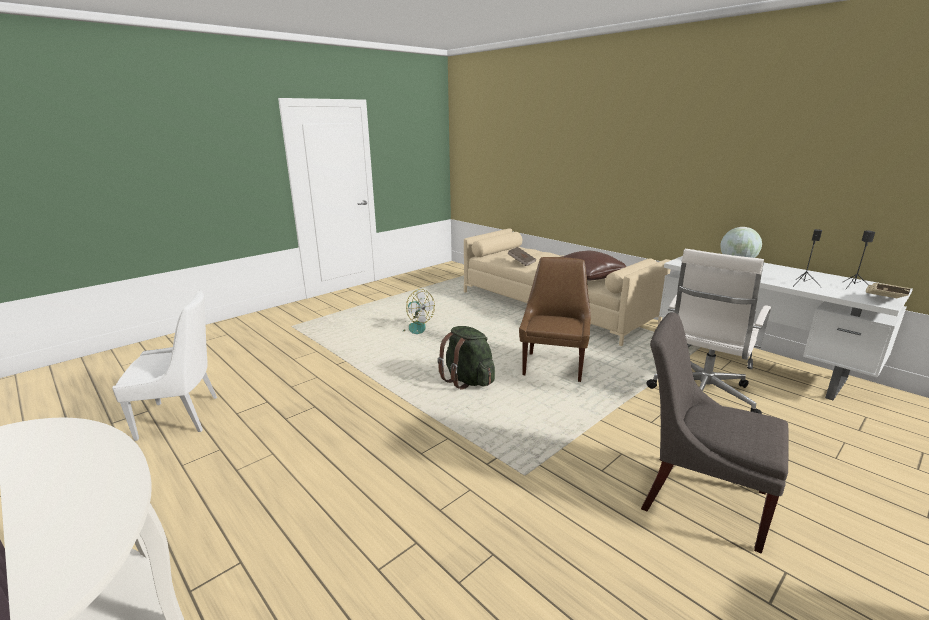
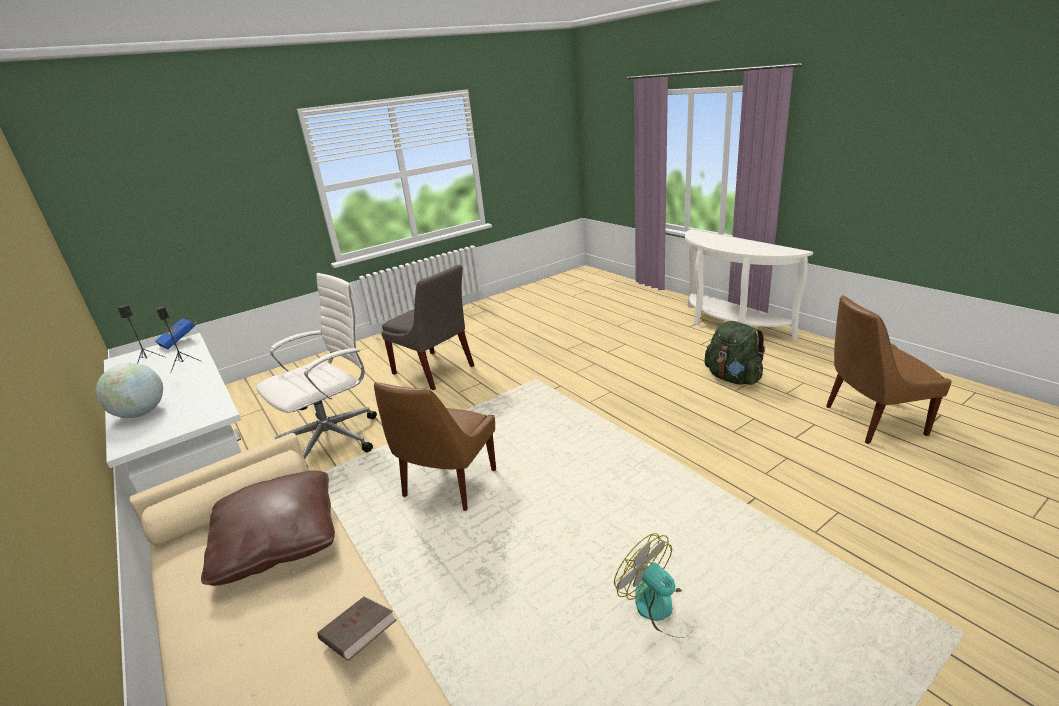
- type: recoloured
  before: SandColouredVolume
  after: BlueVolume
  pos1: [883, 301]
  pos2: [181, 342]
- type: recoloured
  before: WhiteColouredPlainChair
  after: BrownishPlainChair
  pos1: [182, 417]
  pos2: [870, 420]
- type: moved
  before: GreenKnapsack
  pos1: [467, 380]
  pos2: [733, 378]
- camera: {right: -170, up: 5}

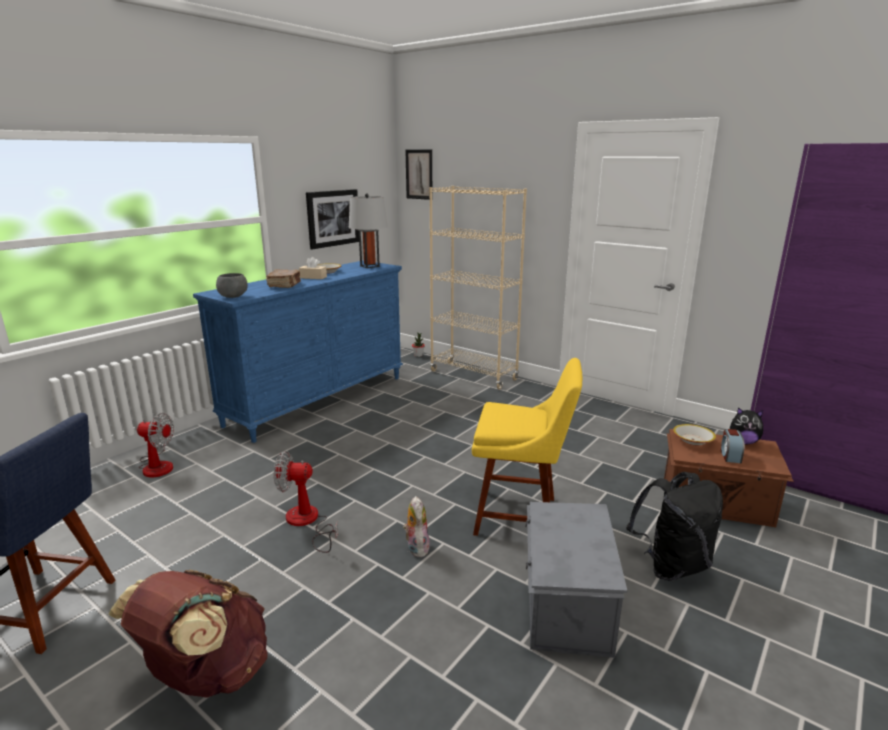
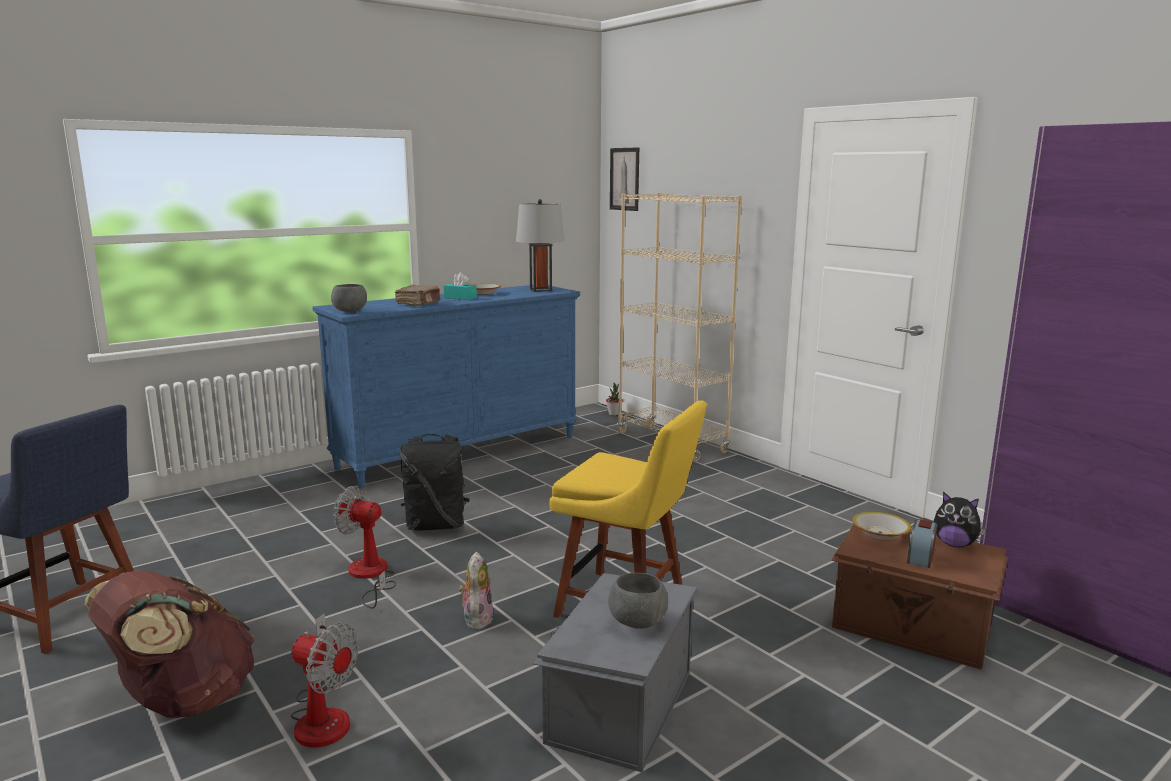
- type: removed
  before: Picture
  pos1: [333, 218]
- type: recoloured
  before: SandColouredTissueBox
  after: TurquoiseTissueBox
  pos1: [313, 277]
  pos2: [460, 298]
- type: moved
  before: CoolingFan
  pos1: [157, 465]
  pos2: [323, 715]
- type: moved
  before: BlackKnapsack
  pos1: [671, 565]
  pos2: [436, 525]
- type: added
  after: GreyishBowl
  pos2: [637, 623]
- camera: {right: 15, up: -5}

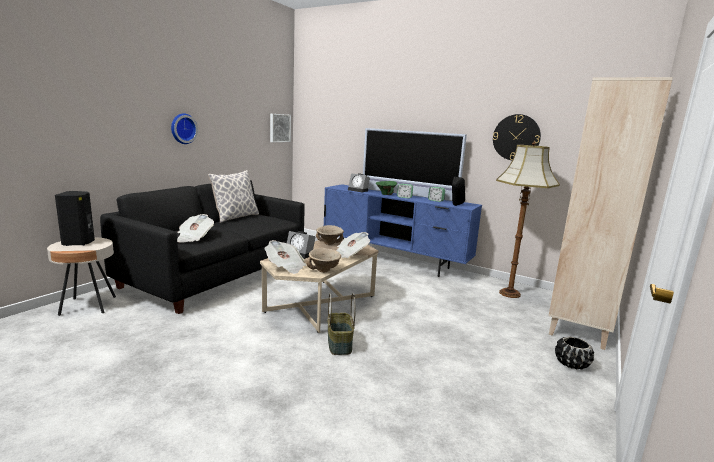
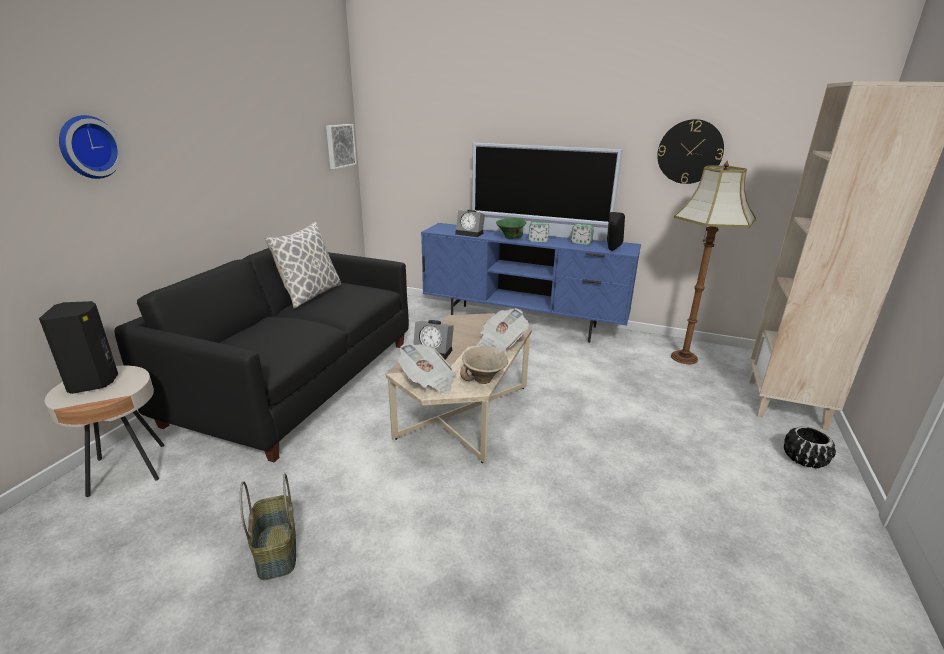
- type: moved
  before: WallClock
  pos1: [182, 128]
  pos2: [88, 147]
- type: removed
  before: PrintedPaper
  pos1: [194, 238]
- type: removed
  before: SandColouredBowl
  pos1: [329, 243]
- type: moved
  before: Basket
  pos1: [339, 344]
  pos2: [275, 550]
- camera: {right: -10, up: 10}

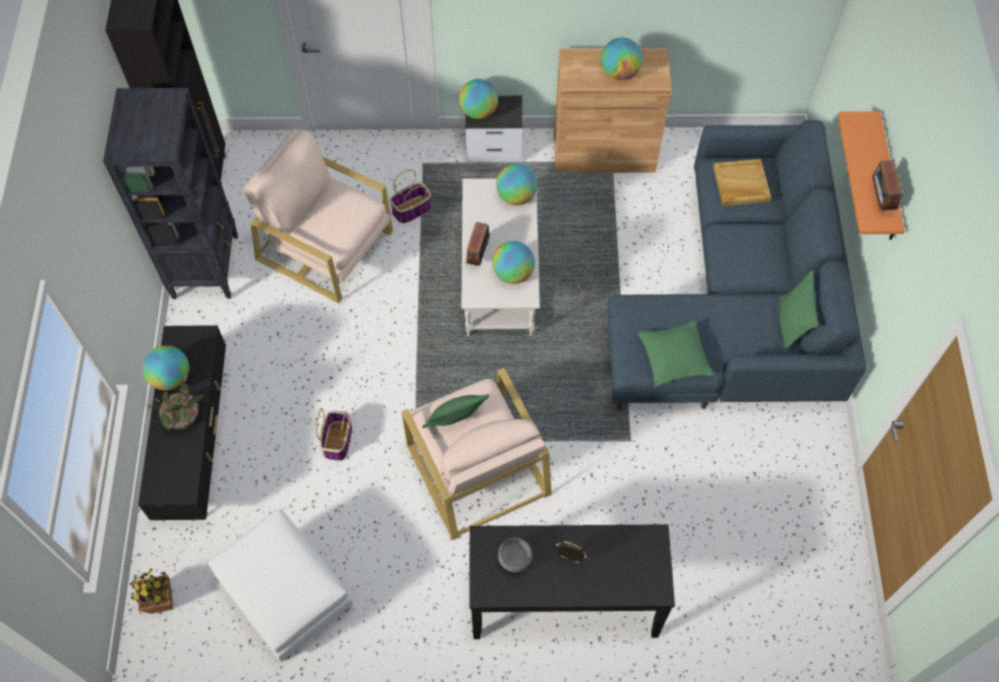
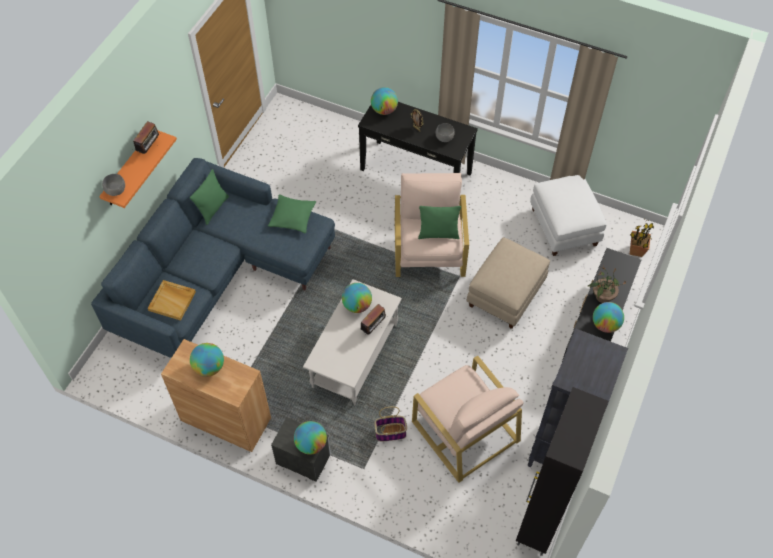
- type: moved
  before: Globe
  pos1: [516, 196]
  pos2: [384, 110]
- type: replaced
  before: Basket
  after: SandColouredOttoman
  pos1: [337, 440]
  pos2: [506, 295]
- type: added
  after: GreyishBowl
  pos2: [116, 190]
- camera: {right: -155, up: -5}

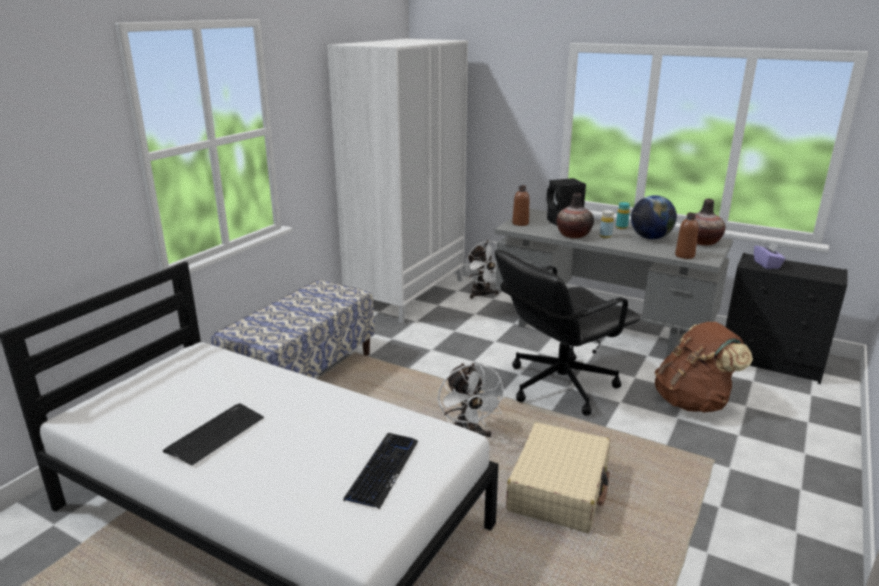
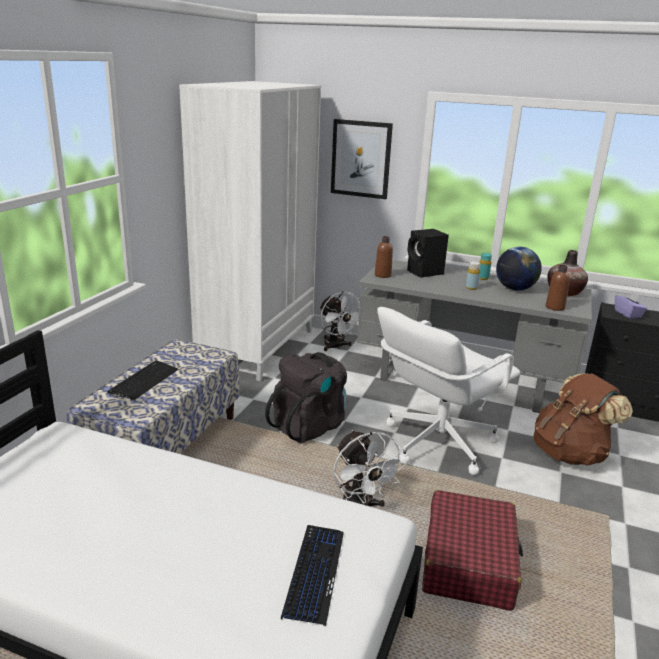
- type: removed
  before: DecorativeVase
  pos1: [573, 235]
- type: recoloured
  before: BlackOfficeChair
  after: WhiteColouredOfficeChair
  pos1: [559, 385]
  pos2: [437, 442]
- type: moved
  before: PcKeyboard
  pos1: [215, 434]
  pos2: [144, 381]
- type: recoloured
  before: SandColouredPieceOfLuggage
  after: RedColouredPieceOfLuggage
  pos1: [559, 489]
  pos2: [469, 561]
- type: added
  after: Picture
  pos2: [361, 159]
- type: added
  after: BlackKnapsack
  pos2: [309, 426]
- camera: {right: -10, up: 0}

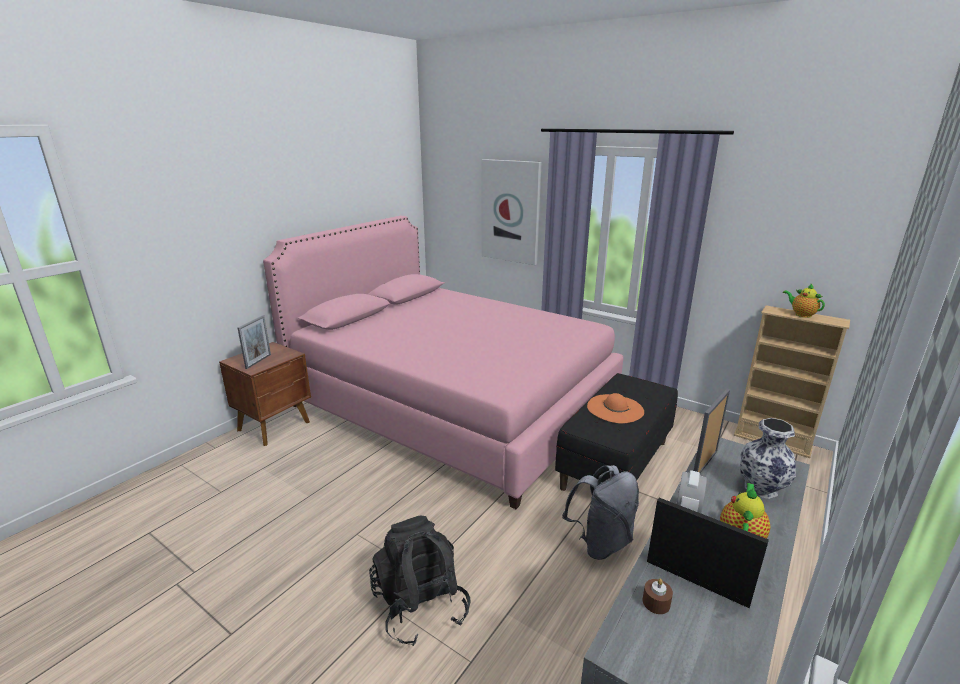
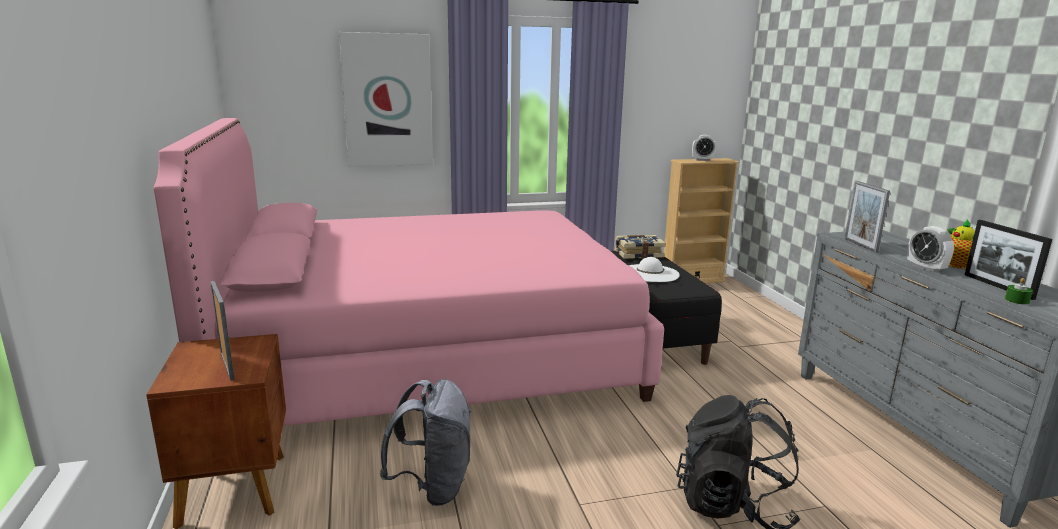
- type: replaced
  before: PotForTea
  after: BedsideClock
  pos1: [801, 314]
  pos2: [702, 160]
- type: recoloured
  before: OrangeyHat
  after: WhiteColouredHat
  pos1: [615, 408]
  pos2: [649, 273]
- type: removed
  before: DecorativeVase
  pos1: [761, 487]
- type: moved
  before: GreyishKnapsack
  pos1: [600, 543]
  pos2: [433, 487]
- type: turned
  before: PhotoFrame
  pos1: [696, 582]
  pos2: [998, 286]
  turn: -90
- type: recoloured
  before: BrownishCandle
  after: GreenCandle
  pos1: [656, 602]
  pos2: [1016, 300]
- type: added
  after: Volume
  pos2: [638, 254]
- camera: {right: -50, up: -5}

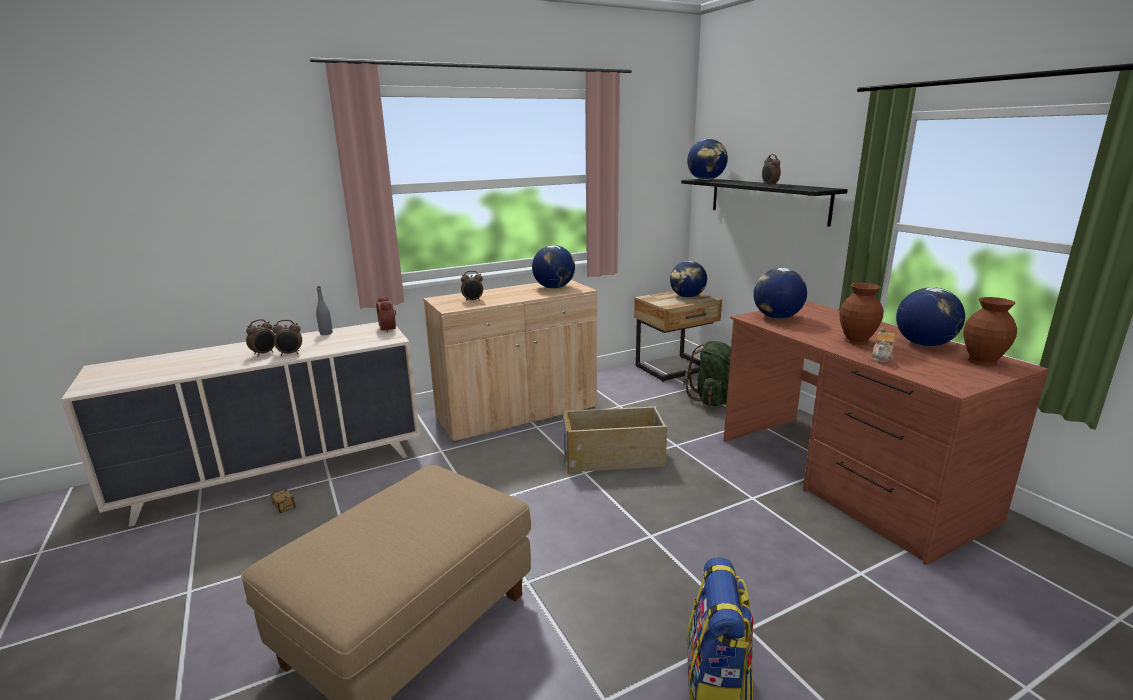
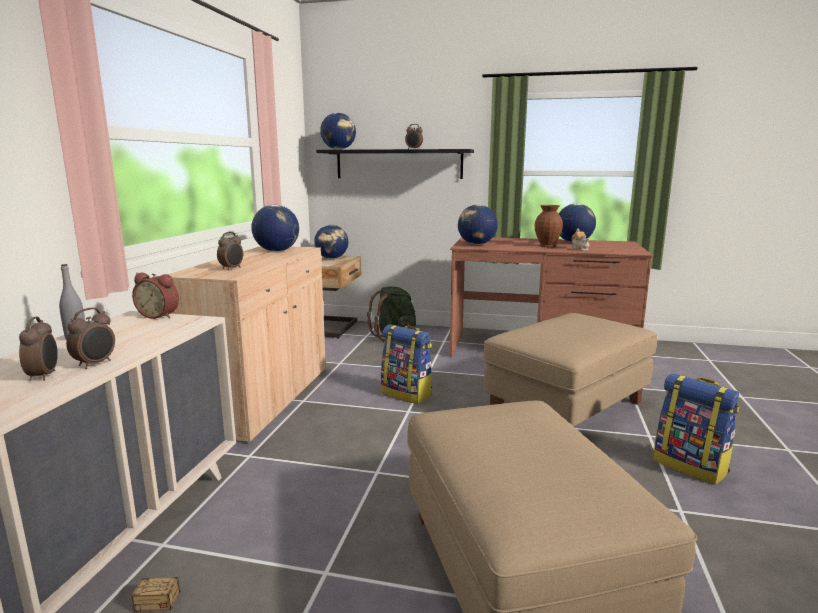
- type: removed
  before: BrownishDecorativeVase
  pos1: [981, 361]
- type: replaced
  before: SandColouredStorageContainer
  after: Knapsack
  pos1: [613, 458]
  pos2: [407, 394]
- type: added
  after: SandColouredOttoman
  pos2: [566, 407]
- camera: {right: -50, up: -5}

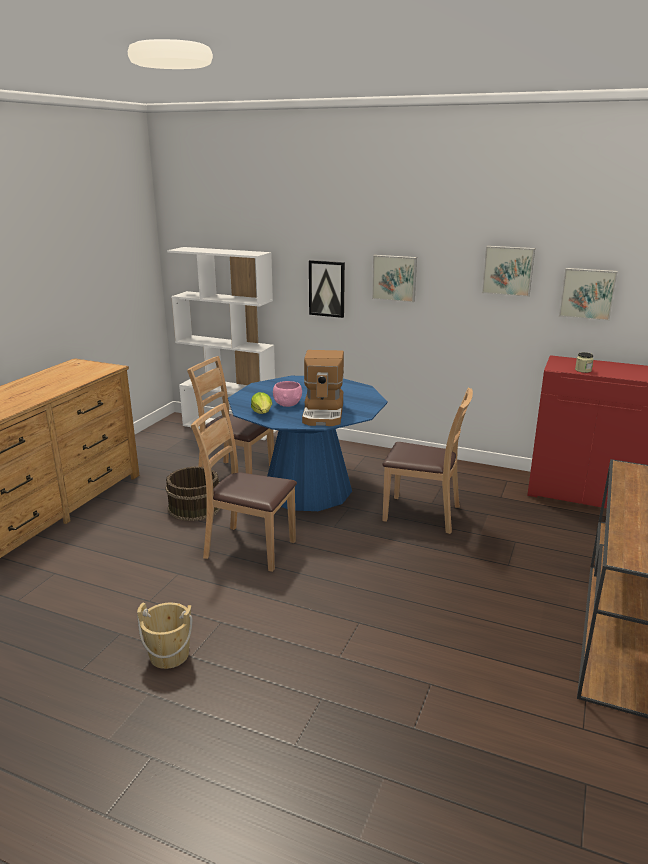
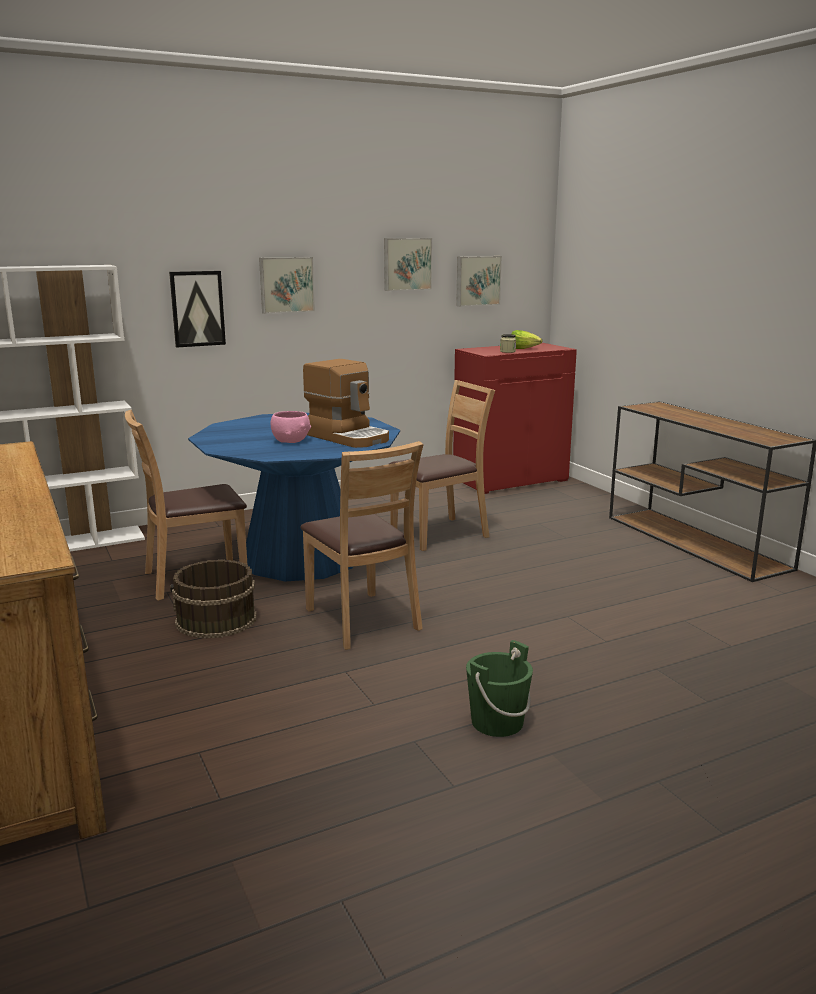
- type: moved
  before: Lettuce
  pos1: [262, 413]
  pos2: [524, 349]
- type: turned
  before: BrownishPlainChair
  pos1: [249, 548]
  pos2: [362, 620]
  turn: -90
- type: recoloured
  before: SandColouredPail
  after: GreenPail
  pos1: [169, 655]
  pos2: [497, 722]
- camera: {right: -50, up: -5}

